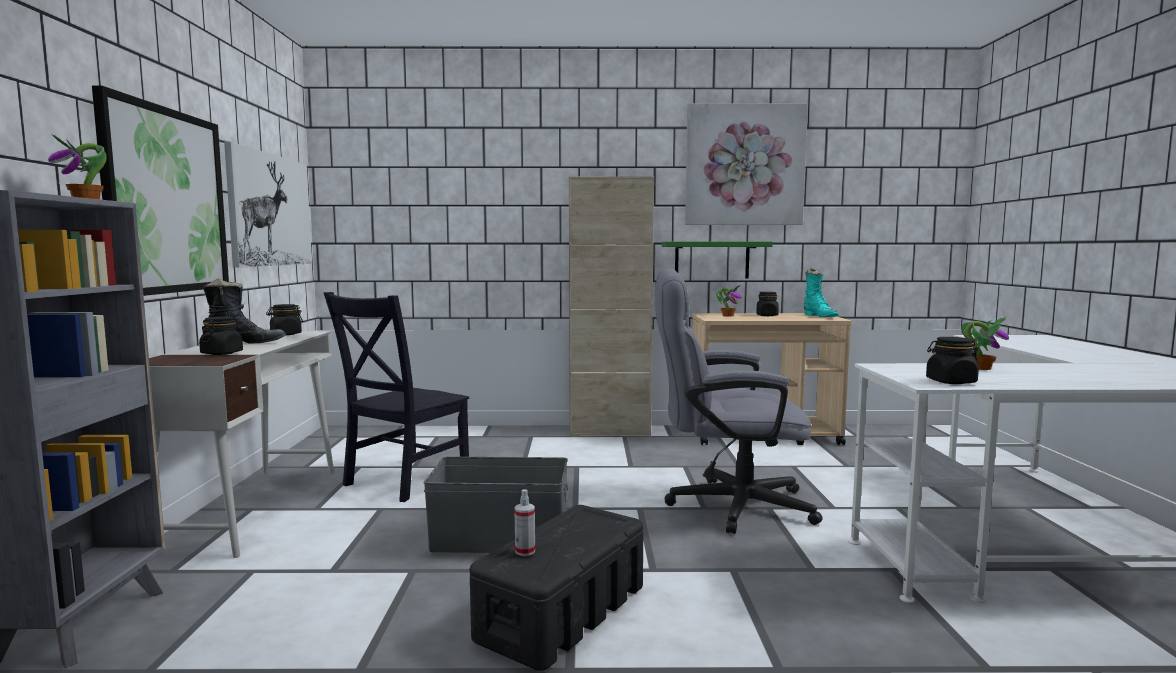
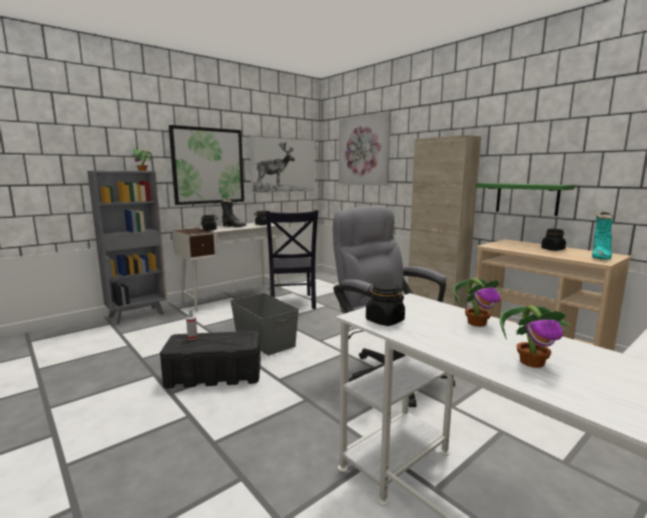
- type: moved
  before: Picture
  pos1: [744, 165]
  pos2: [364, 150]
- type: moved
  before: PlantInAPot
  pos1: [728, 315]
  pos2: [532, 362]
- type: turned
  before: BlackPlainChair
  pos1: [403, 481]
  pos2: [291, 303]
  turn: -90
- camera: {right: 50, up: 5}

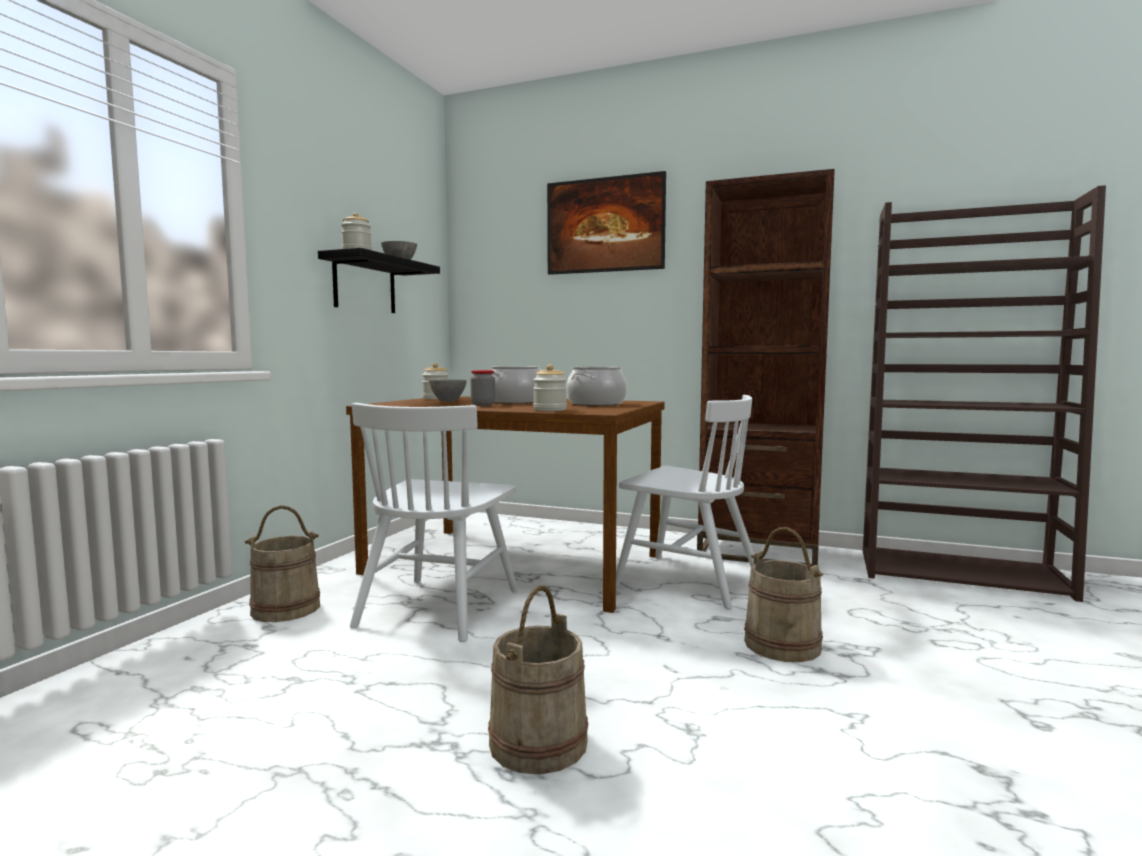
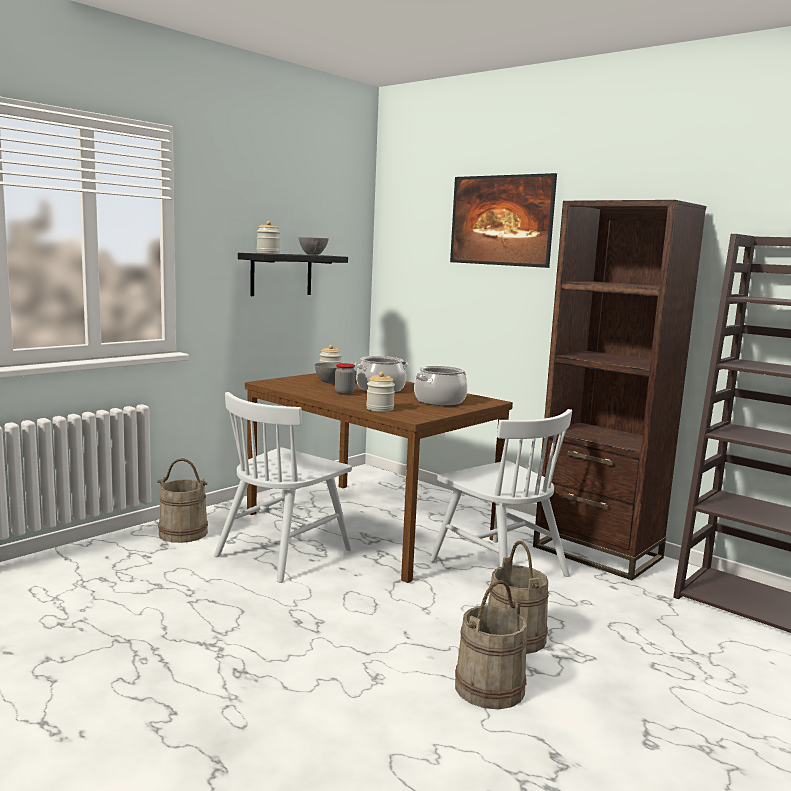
- type: moved
  before: SandColouredPail
  pos1: [539, 743]
  pos2: [489, 688]
- camera: {right: 20, up: 5}

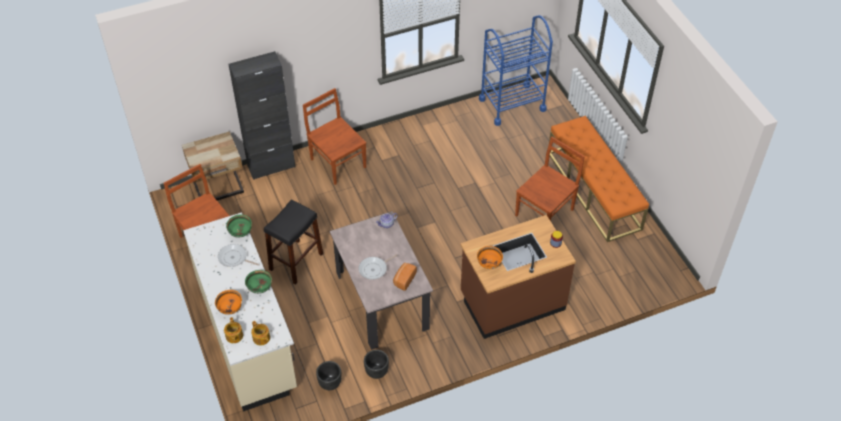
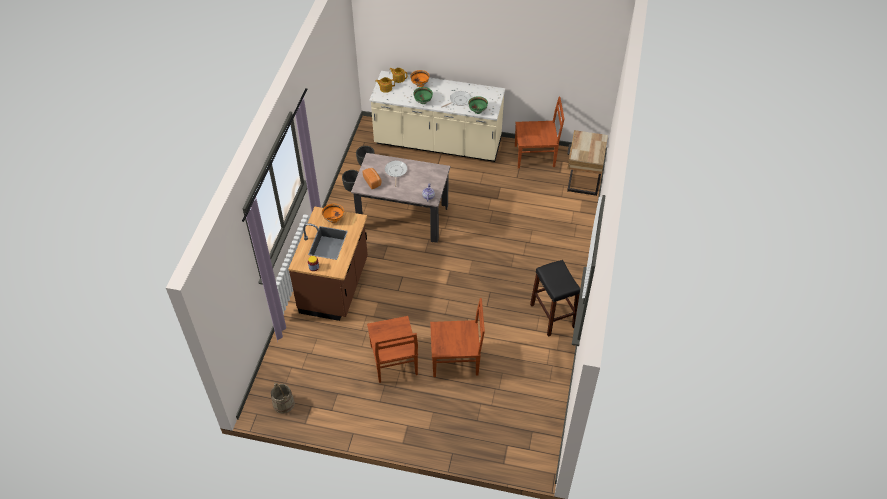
- type: removed
  before: BlueCart
  pos1: [512, 104]
- type: removed
  before: BlackStorageCabinet
  pos1: [271, 166]
- type: moved
  before: BrownishPlainChair
  pos1: [337, 162]
  pos2: [456, 359]
- type: removed
  before: OrangeyBench
  pos1: [594, 190]
- type: moved
  before: BlackStoolSeat
  pos1: [296, 261]
  pos2: [552, 316]
- type: added
  after: SandColouredPail
  pos2: [283, 403]
- camera: {right: 125, up: 0}

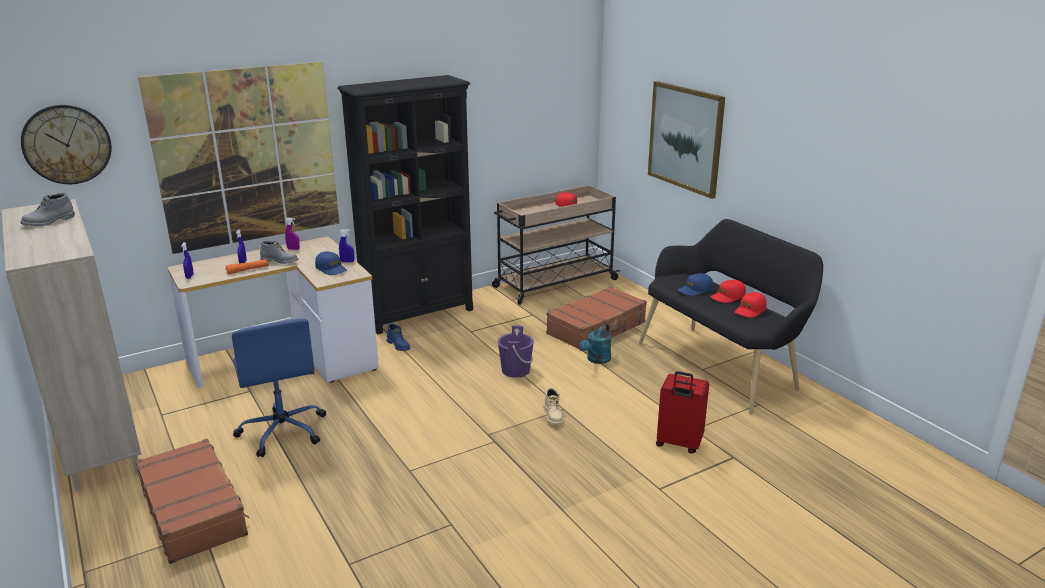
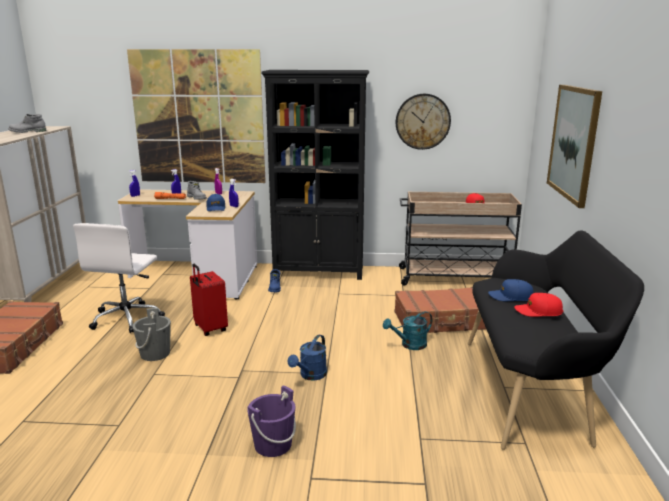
- type: moved
  before: WallClock
  pos1: [67, 144]
  pos2: [422, 121]
- type: removed
  before: RedColouredBaseballCap
  pos1: [750, 310]
- type: recoloured
  before: BlueOfficeChair
  after: WhiteColouredOfficeChair
  pos1: [283, 431]
  pos2: [127, 318]
- type: moved
  before: PurplePail
  pos1: [515, 370]
  pos2: [273, 444]
- type: moved
  before: RedColouredPieceOfLuggage
  pos1: [678, 444]
  pos2: [209, 329]
- type: replaced
  before: SandColouredBoot
  after: BlueWateringPot
  pos1: [553, 416]
  pos2: [310, 376]
- type: added
  after: GreyishPail
  pos2: [155, 353]
- camera: {right: 35, up: -5}

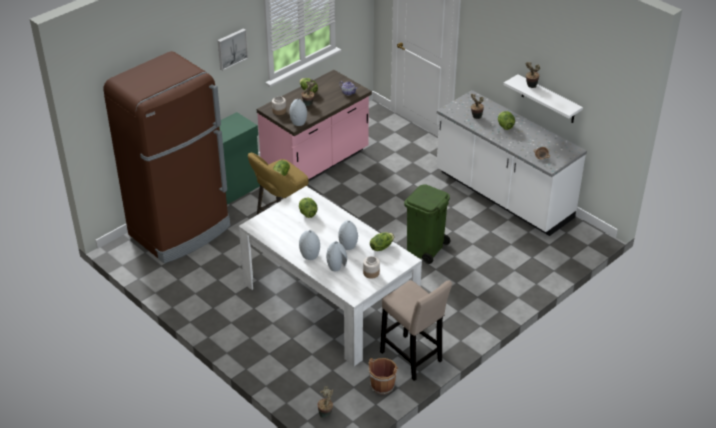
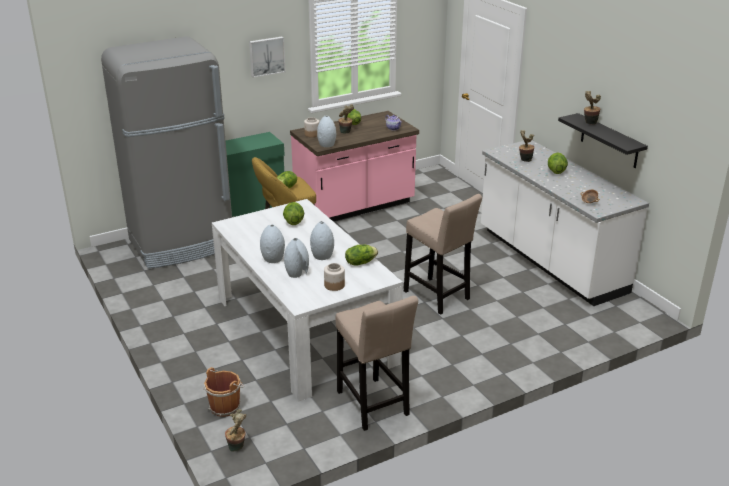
- type: recoloured
  before: BrownishFridge
  after: GreyishFridge
  pos1: [181, 231]
  pos2: [183, 244]
- type: recoloured
  before: WhiteColouredShelf
  after: BlackShelf
  pos1: [548, 99]
  pos2: [609, 141]
- type: replaced
  before: GreenRubbishBin
  after: SandColouredStoolSeat
  pos1: [425, 249]
  pos2: [438, 297]
- type: moved
  before: BrownishPail
  pos1: [382, 385]
  pos2: [225, 406]
- camera: {right: 15, up: -10}

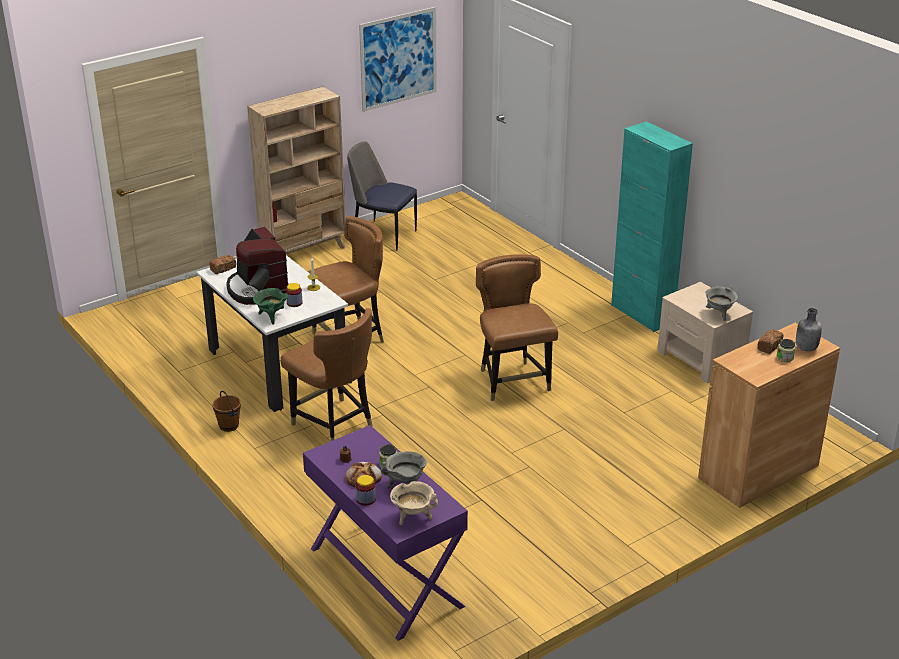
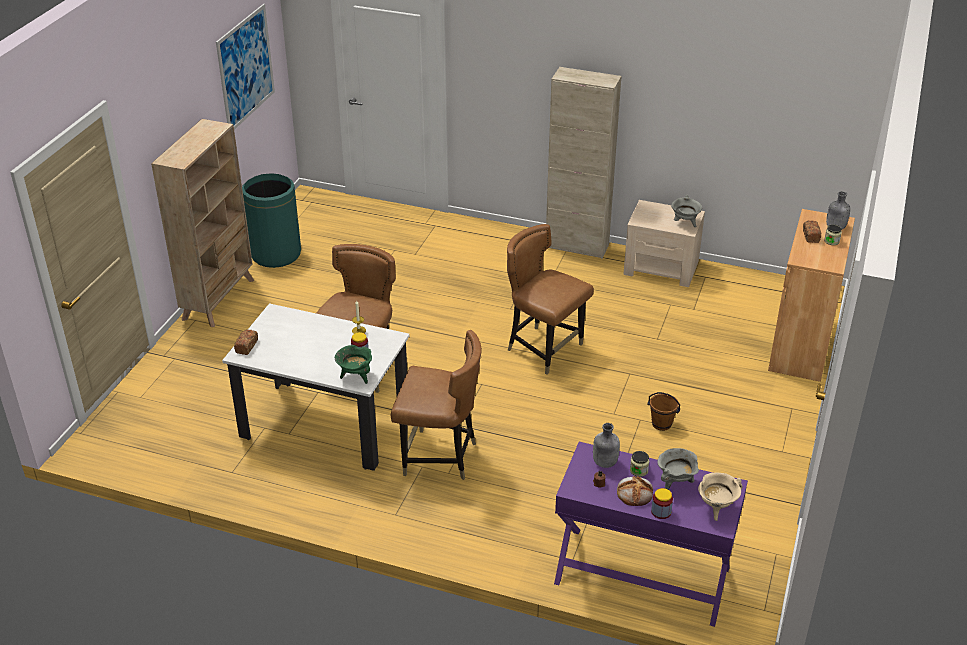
- type: recoloured
  before: TurquoiseStorageCabinet
  after: SandColouredStorageCabinet
  pos1: [642, 314]
  pos2: [577, 246]
- type: replaced
  before: PlainChair
  after: GreenRubbishBin
  pos1: [383, 235]
  pos2: [276, 254]
- type: removed
  before: CoffeeBrewer
  pos1: [257, 289]
- type: moved
  before: BrownishPail
  pos1: [228, 426]
  pos2: [661, 424]
- type: added
  after: GreyishBottle
  pos2: [604, 463]
- camera: {right: -35, up: 5}

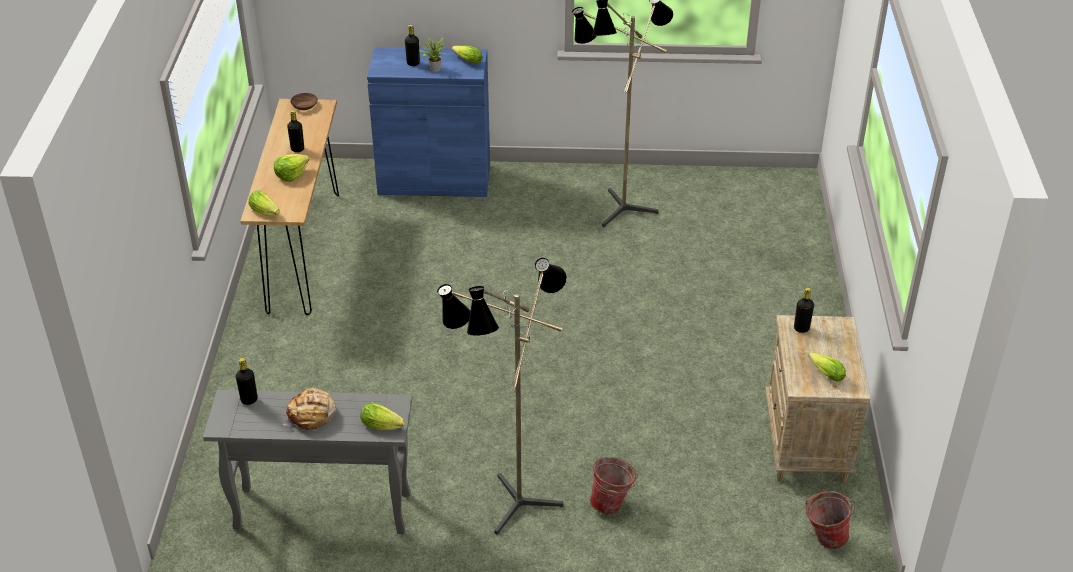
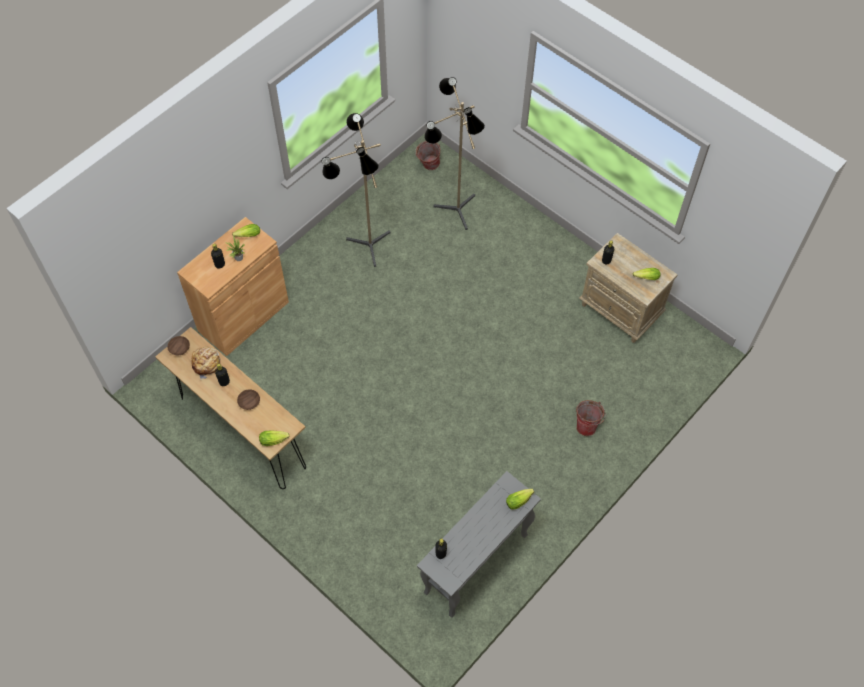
- type: recoloured
  before: BlueStorageCabinet
  after: BrownishStorageCabinet
  pos1: [434, 179]
  pos2: [243, 316]
- type: replaced
  before: Lettuce
  after: BrownishBowl
  pos1: [291, 174]
  pos2: [248, 402]
- type: moved
  before: StandardLamp
  pos1: [510, 502]
  pos2: [453, 212]
- type: moved
  before: BakedBread
  pos1: [311, 416]
  pos2: [207, 363]
- type: moved
  before: Pail
  pos1: [823, 538]
  pos2: [428, 166]
- camera: {right: -50, up: 20}

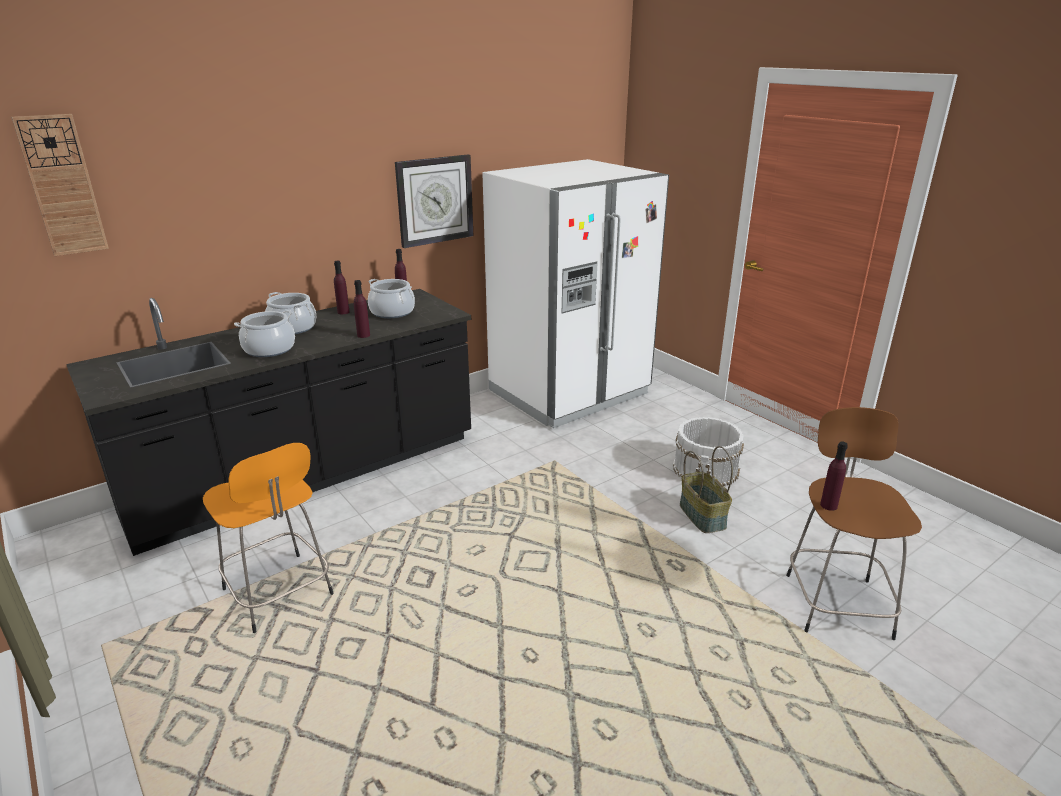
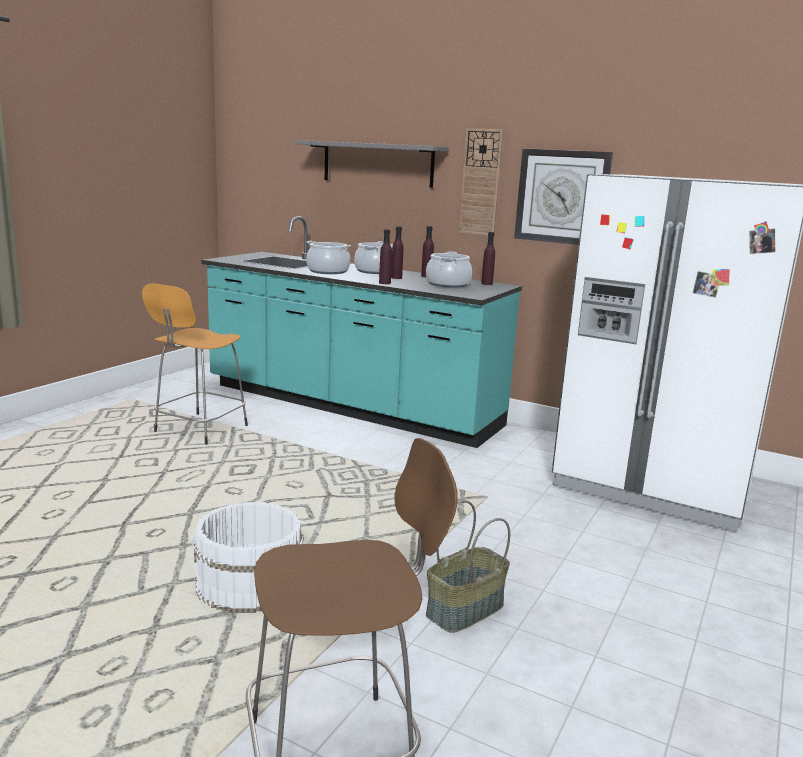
- type: moved
  before: WallClock
  pos1: [62, 186]
  pos2: [481, 182]
- type: recoloured
  before: BlackKitchenCounter
  after: TurquoiseKitchenCounter
  pos1: [308, 476]
  pos2: [351, 406]
- type: moved
  before: WhiteColouredPail
  pos1: [706, 469]
  pos2: [249, 585]
- type: moved
  before: PurpleBottle
  pos1: [828, 505]
  pos2: [396, 278]
- type: added
  after: GreyishShelf
  pos2: [377, 164]
- camera: {right: 65, up: -10}

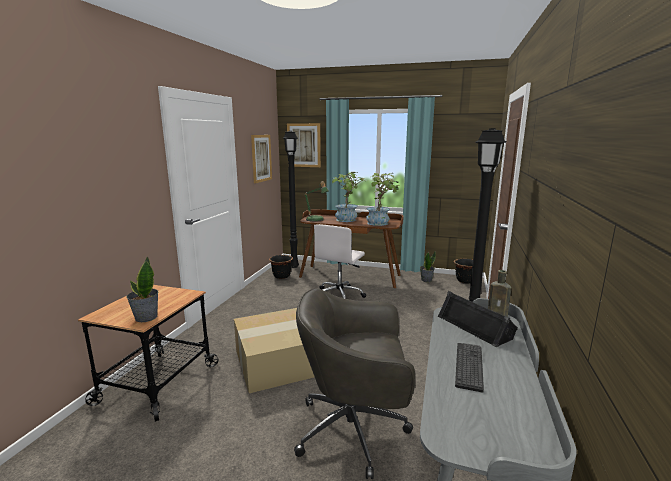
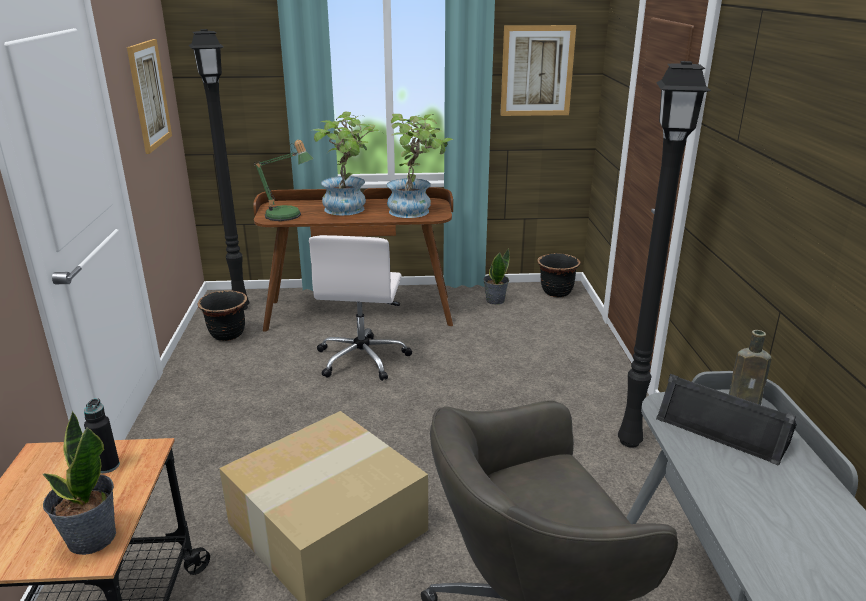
- type: moved
  before: Picture
  pos1: [304, 145]
  pos2: [537, 71]
- type: removed
  before: PcKeyboard
  pos1: [469, 366]
- type: added
  after: BlackBottle
  pos2: [107, 466]
- camera: {right: -20, up: 10}

